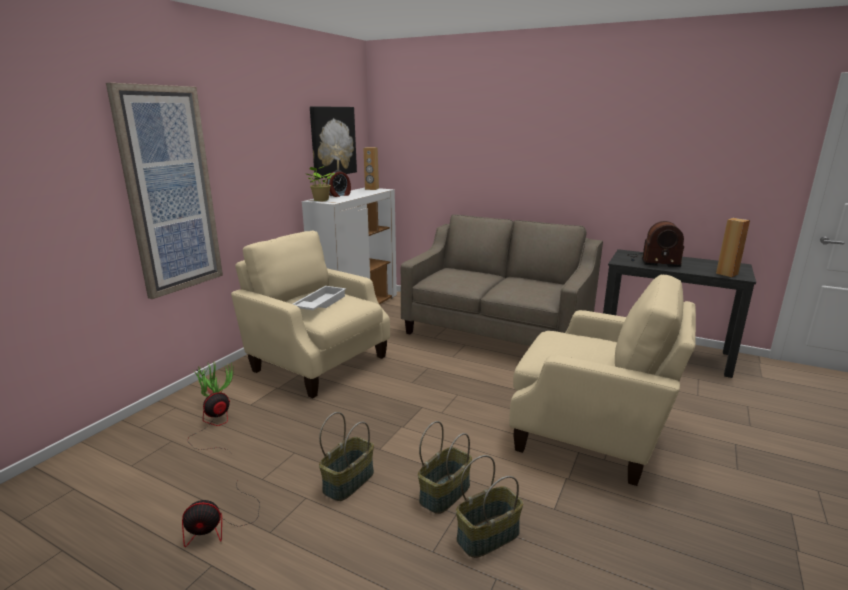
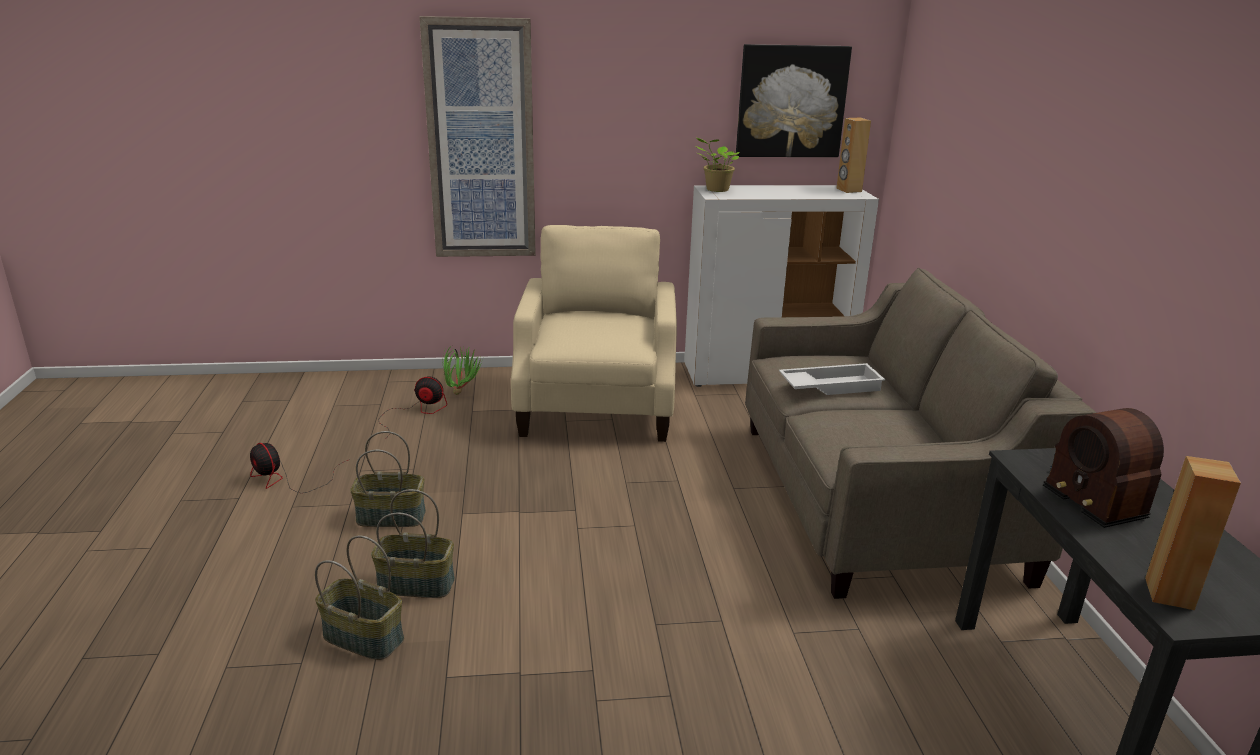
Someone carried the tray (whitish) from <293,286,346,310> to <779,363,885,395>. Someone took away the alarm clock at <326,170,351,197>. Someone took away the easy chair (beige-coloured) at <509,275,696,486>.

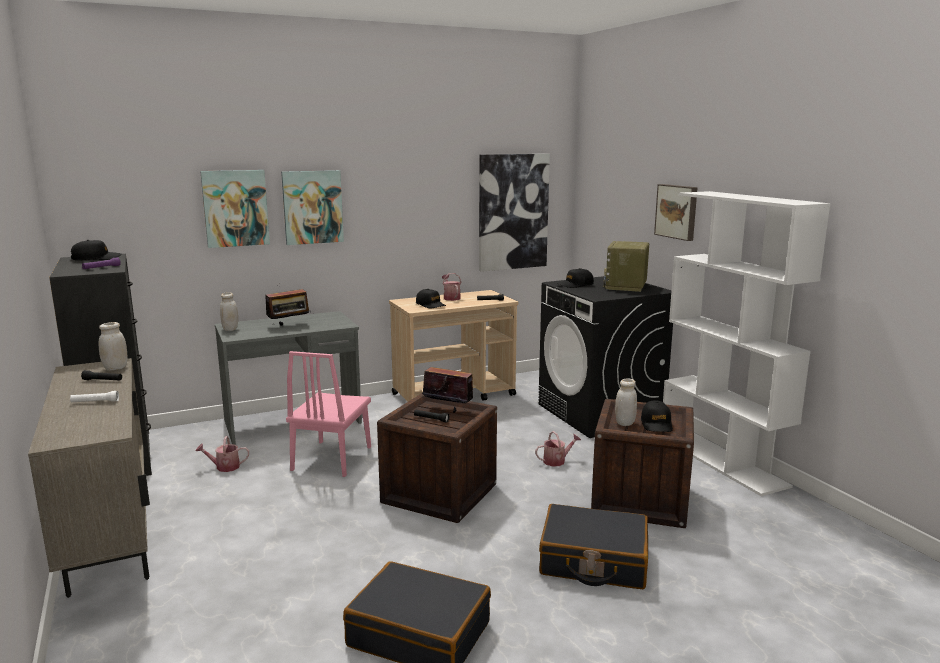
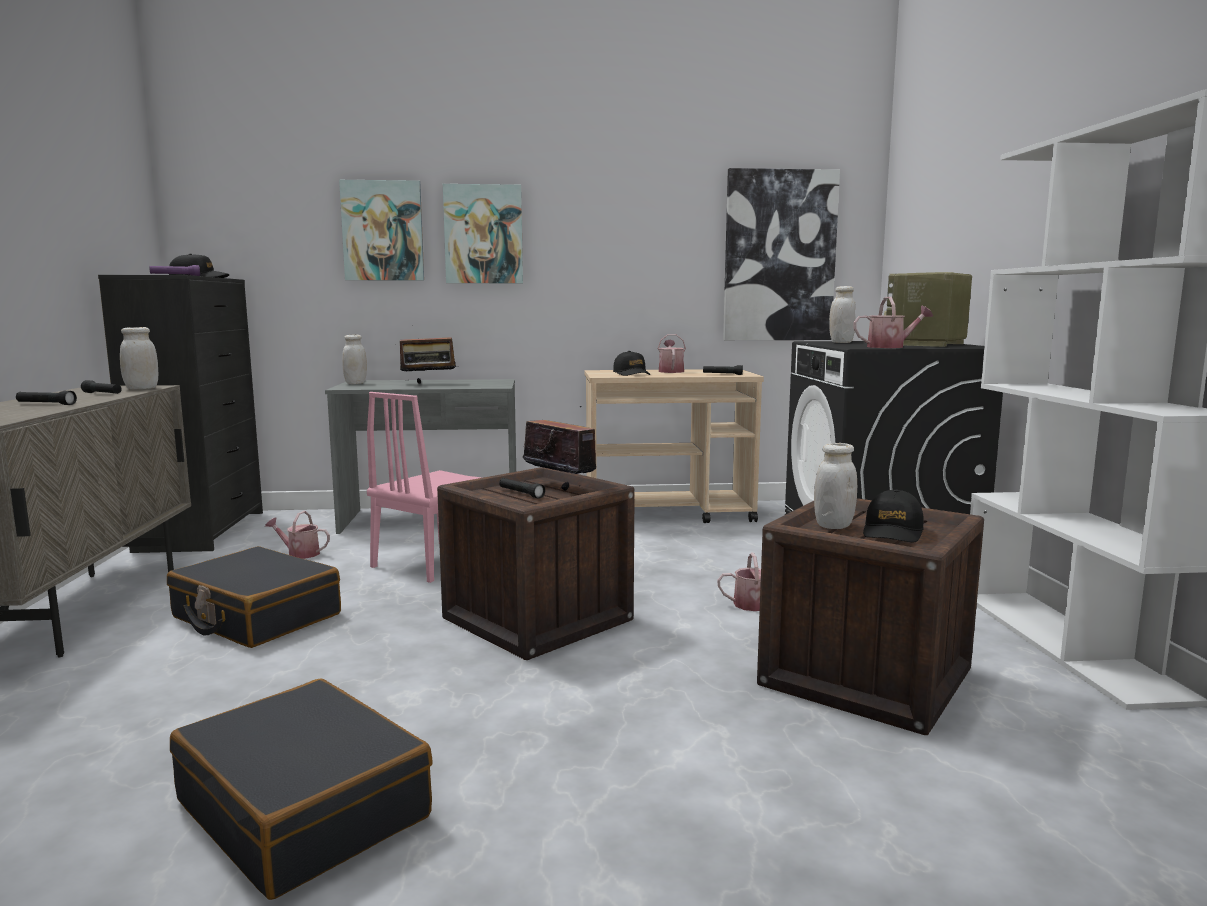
Someone repainted the hand torch (whitish) at <70,391,119,403>, which became the hand torch (blackish) at <16,391,77,405>. Someone carried the suitcase (blackish) from <539,504,648,589> to <167,546,341,648>. Someone swapped the baseball cap (blackish) at <557,268,594,288> for the jar (whitish) at <829,286,856,343>. Someone took away the picture at <654,184,698,241>. Someone put down the watering can at <853,297,933,348>.

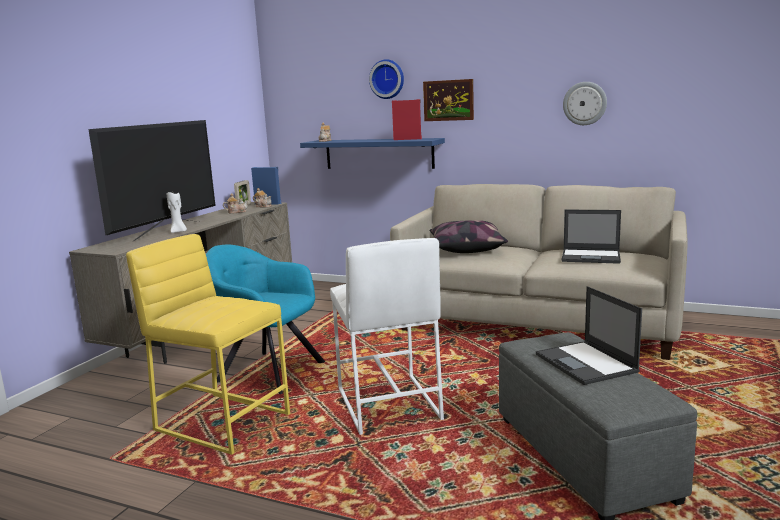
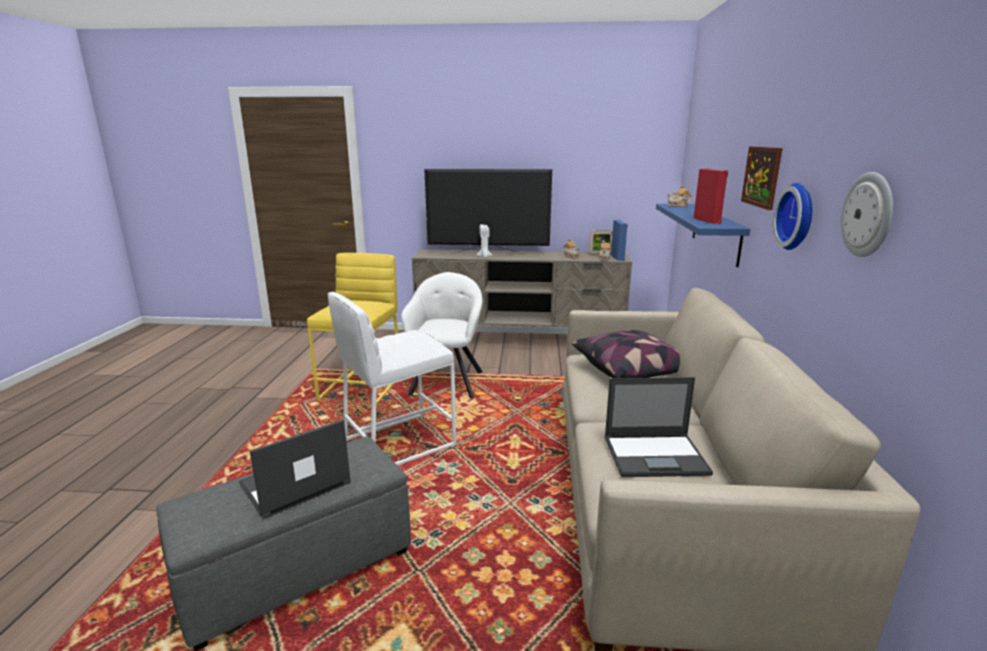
Someone repainted the easy chair (blue-green) at <206,245,325,394>, which became the easy chair (whitish) at <401,272,483,399>. Someone carried the hanging clock from <369,59,404,99> to <773,183,812,250>. Someone rotated the laptop at <562,210,621,264> by 90 degrees counterclockwise.

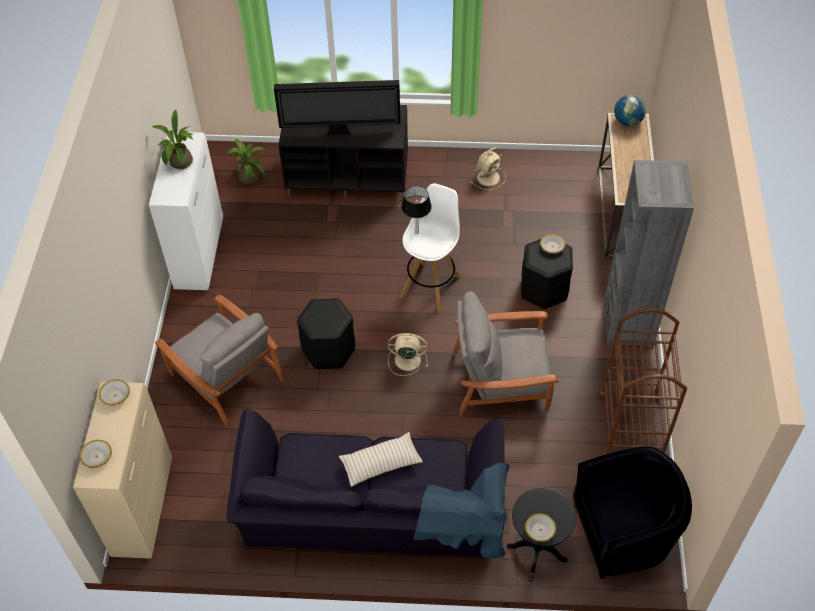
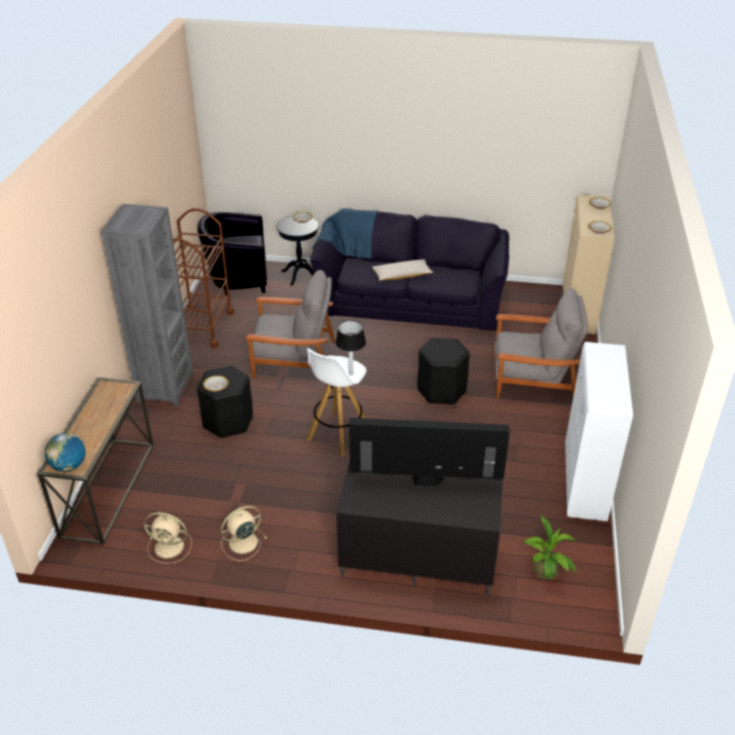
Someone took away the potted plant at <152,109,194,169>. Someone rotated the easy chair (greyish) at <155,294,284,427> by 135 degrees clockwise. Someone carried the fan (beige-coloured) from <388,333,428,376> to <144,512,192,564>.

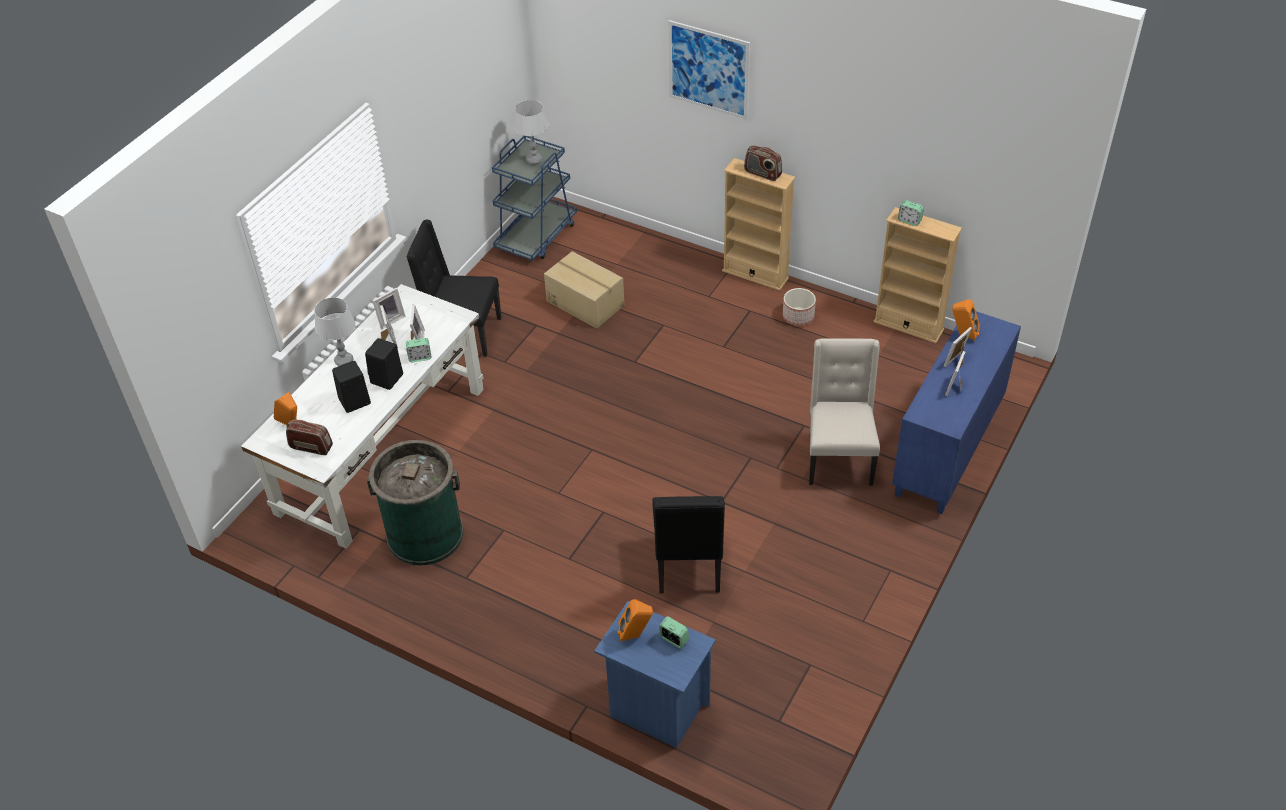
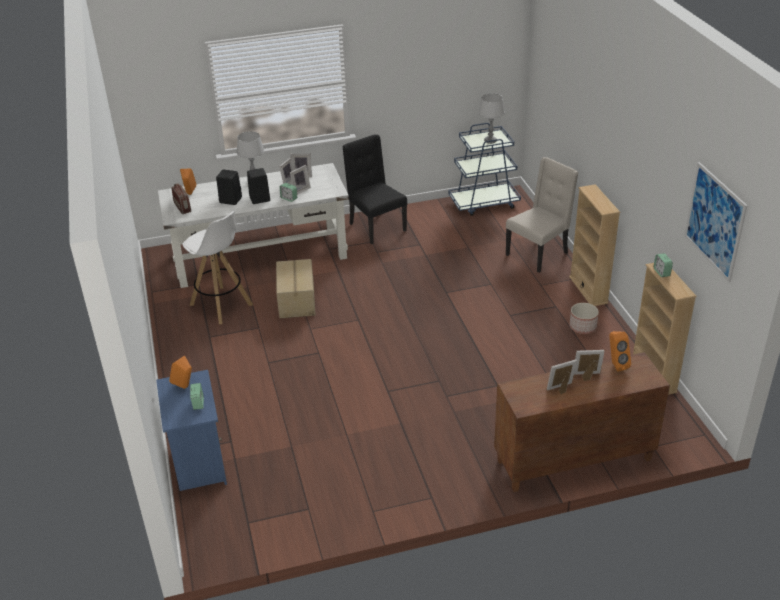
Someone swapped the rubbish bin (greenish) at <367,440,464,566> for the sitting stool (whitish) at <182,211,253,324>. Someone carried the packing box from <544,251,624,329> to <276,259,316,318>. Someone took away the plain chair (blackish) at <652,496,725,593>. Someone carried the picture from <668,20,750,120> to <684,162,748,282>. Someone took away the radio at <744,145,782,181>. Someone carried the plain chair (beige-coloured) from <809,338,880,486> to <506,157,578,272>. Someone repainted the cupboard (blue-coloured) at <892,311,1021,514>, which became the cupboard (brown-coloured) at <494,352,670,492>.

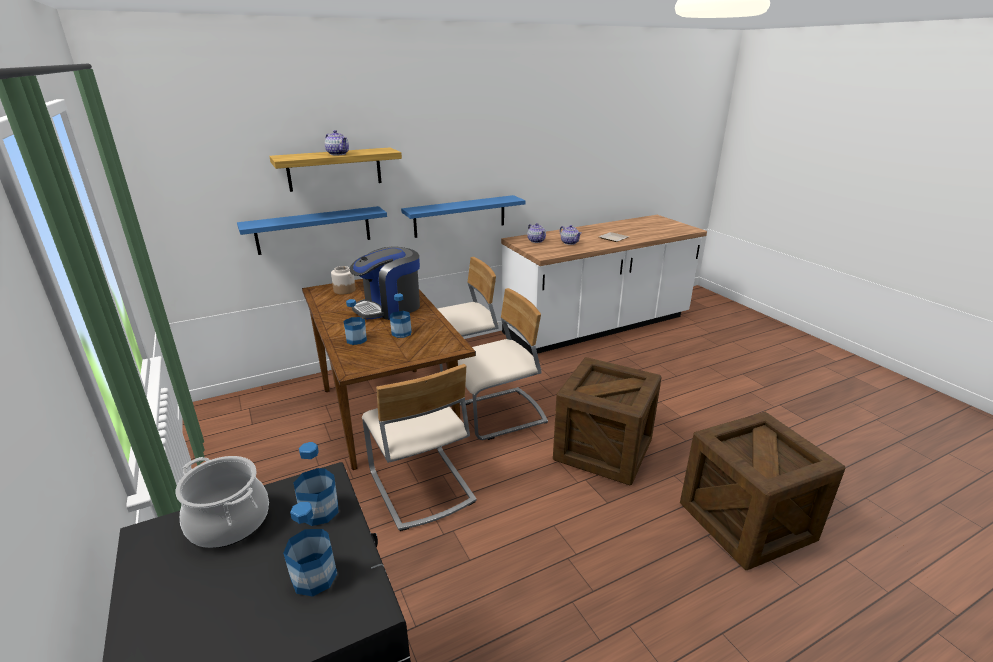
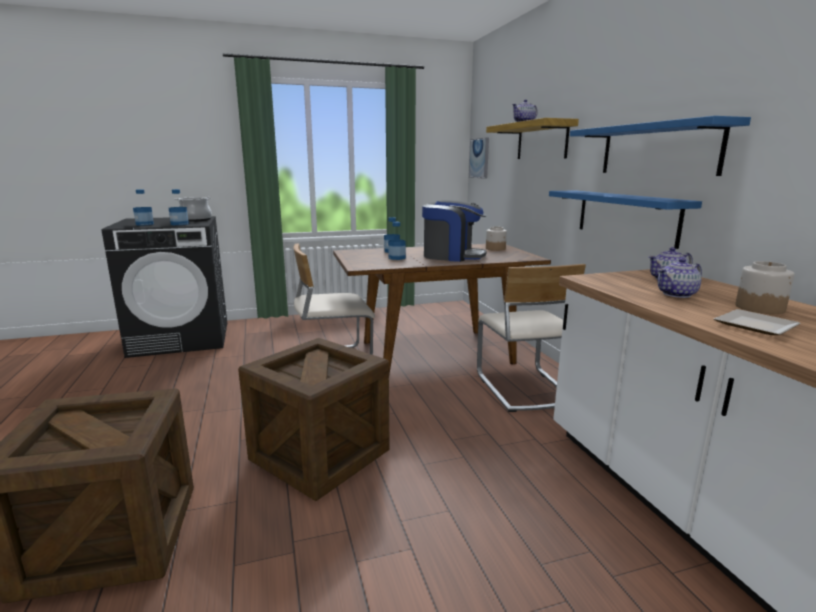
Someone carried the bracket shelf (blue-coloured) from <237,206,387,255> to <570,116,751,176>. Someone rotated the coffee maker at <350,247,420,320> by 135 degrees clockwise. Someone took away the plain chair (beige-coloured) at <458,288,548,440>. Someone put up the picture at <469,138,489,179>. Someone put down the jar at <735,261,795,314>.

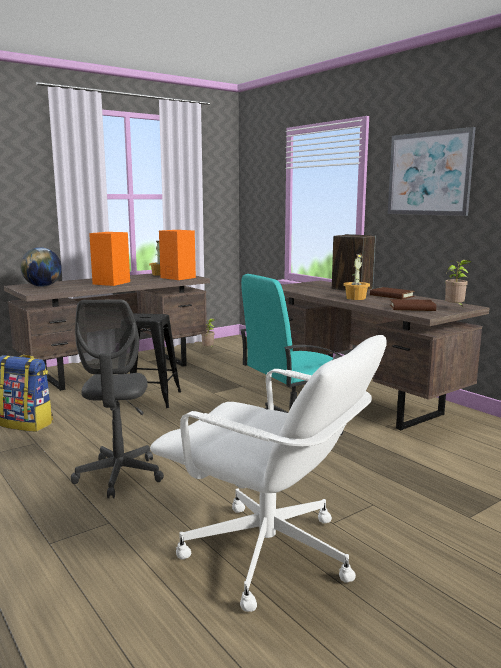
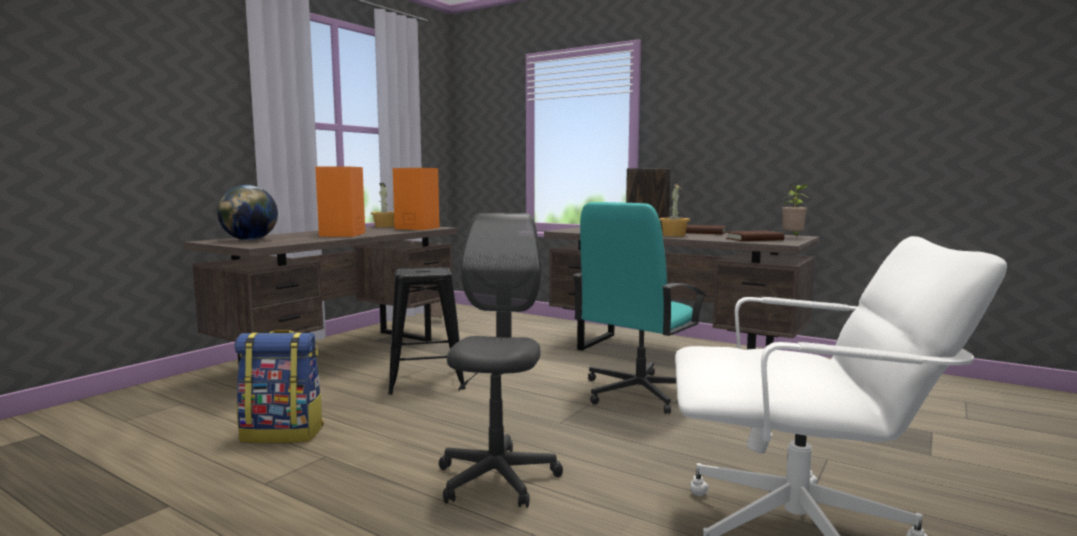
Someone rotated the computer chair (greyish) at <71,300,164,499> by 150 degrees counterclockwise. Someone took away the picture at <388,127,476,216>.

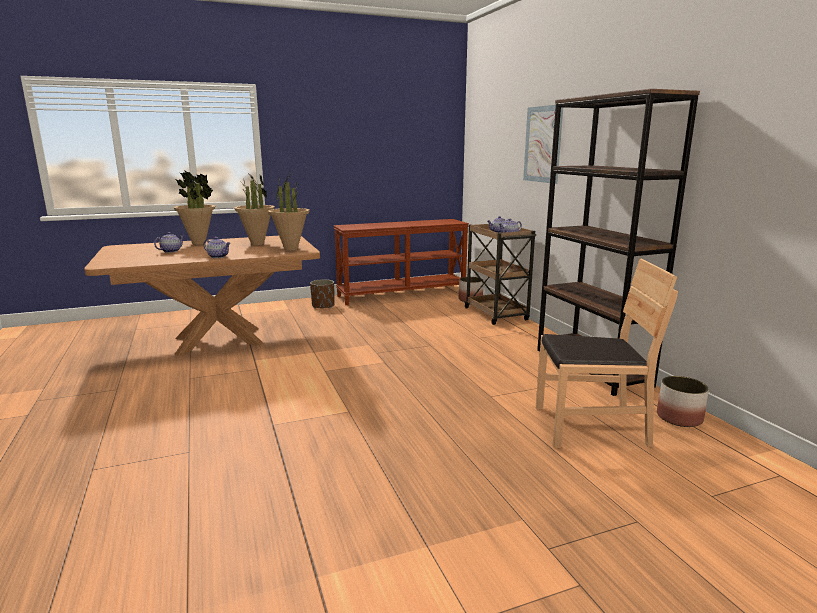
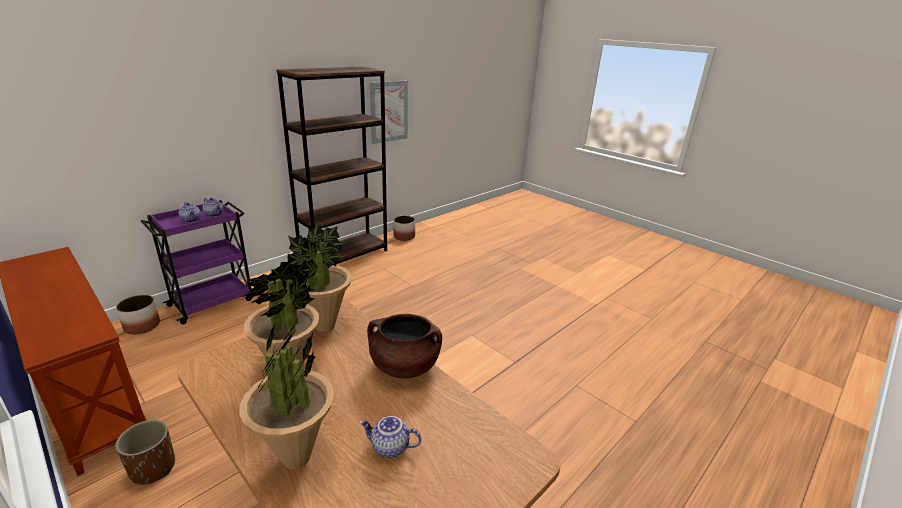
Someone swapped the tea pot at <204,237,231,258> for the cooking pot (brown-coloured) at <367,314,442,379>. Someone repainted the trolley (brown-coloured) at <464,224,536,325>, which became the trolley (purple) at <141,200,252,325>. Someone carried the picture from <523,105,563,184> to <370,80,408,144>. Someone took away the plain chair (brown-coloured) at <536,258,678,448>.

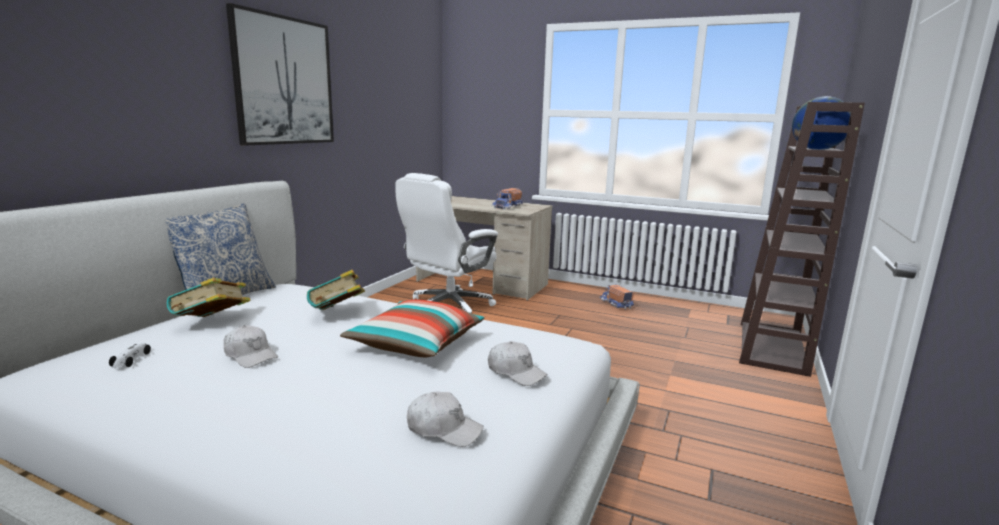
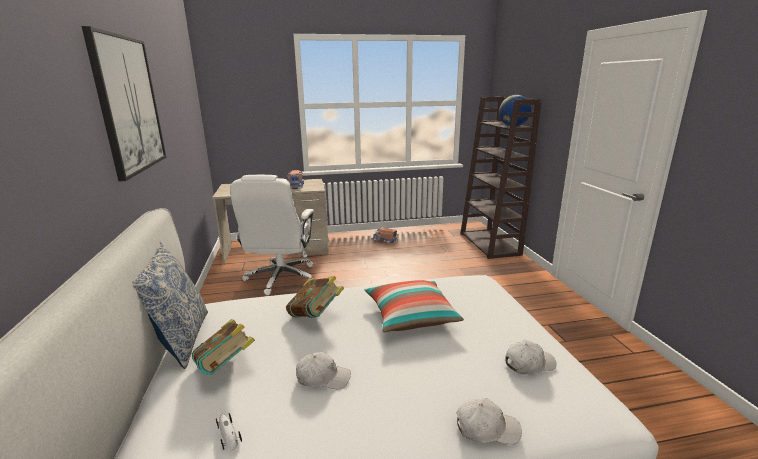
Someone carried the baseball cap (whitish) from <488,341,548,386> to <457,398,522,444>.

